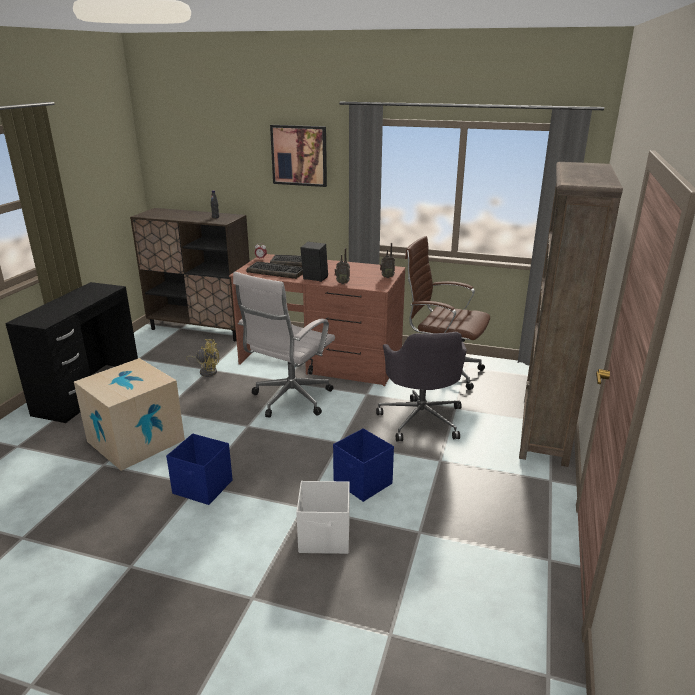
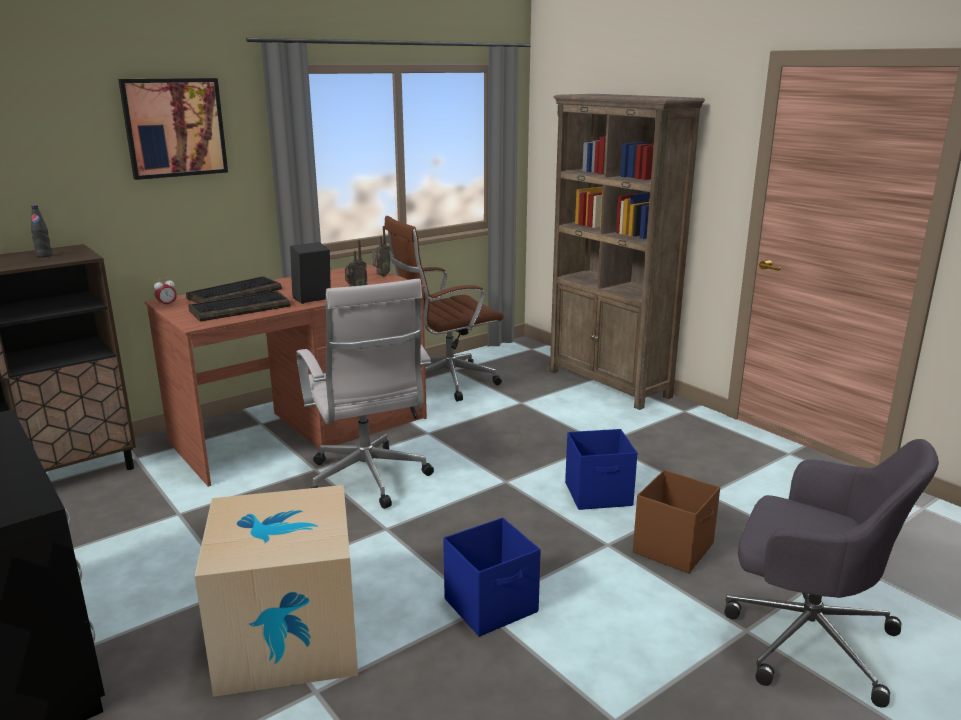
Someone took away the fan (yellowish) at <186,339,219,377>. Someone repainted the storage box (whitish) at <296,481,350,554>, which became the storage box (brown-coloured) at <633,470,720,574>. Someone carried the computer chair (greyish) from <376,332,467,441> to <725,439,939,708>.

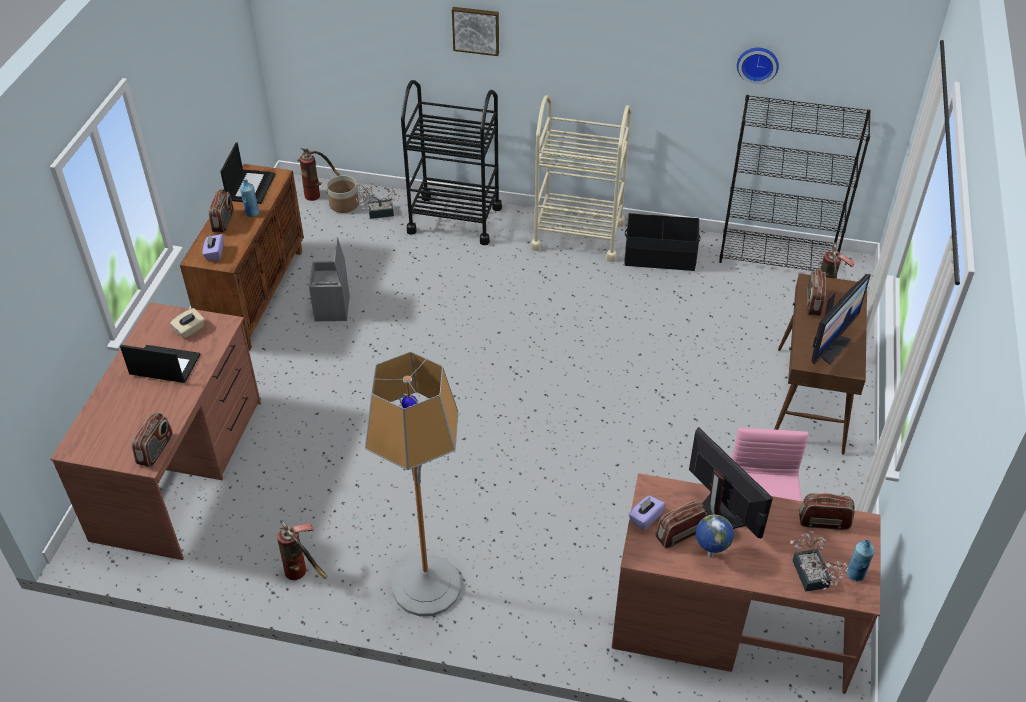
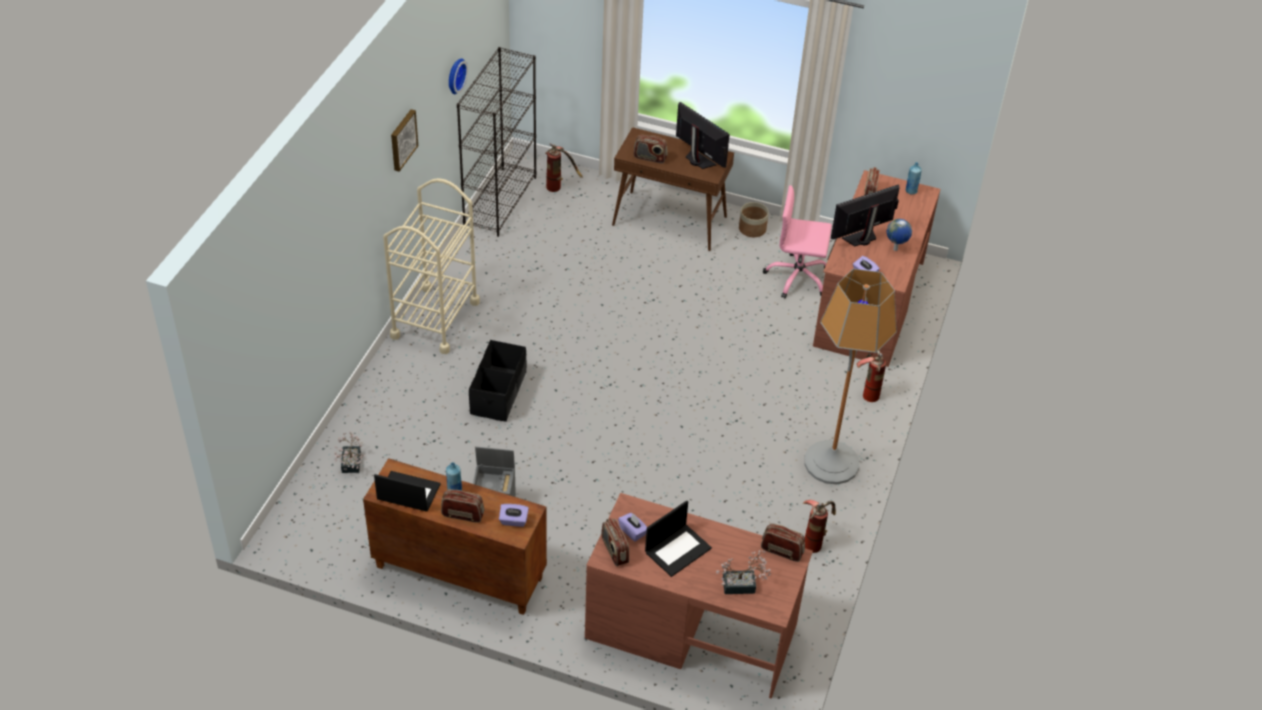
Someone rotated the laptop at <120,345,200,383> by 150 degrees counterclockwise. Someone repainted the tissue box (beige-coloured) at <170,308,205,339>, which became the tissue box (purple) at <618,513,647,542>. Someone carried the fire-fighting cylinder from <297,148,340,201> to <856,350,886,402>. Someone carried the planter from <327,175,359,213> to <739,202,769,237>. Someone took away the trolley (blackish) at <401,80,502,245>. Someone carried the picture from <452,7,499,56> to <391,109,418,172>. Someone carried the storage box (blackish) from <624,213,701,271> to <469,340,526,422>. Someone carried the radio from <655,500,707,549> to <601,518,629,566>. Someone carried the potted plant from <790,531,849,592> to <716,550,771,594>.

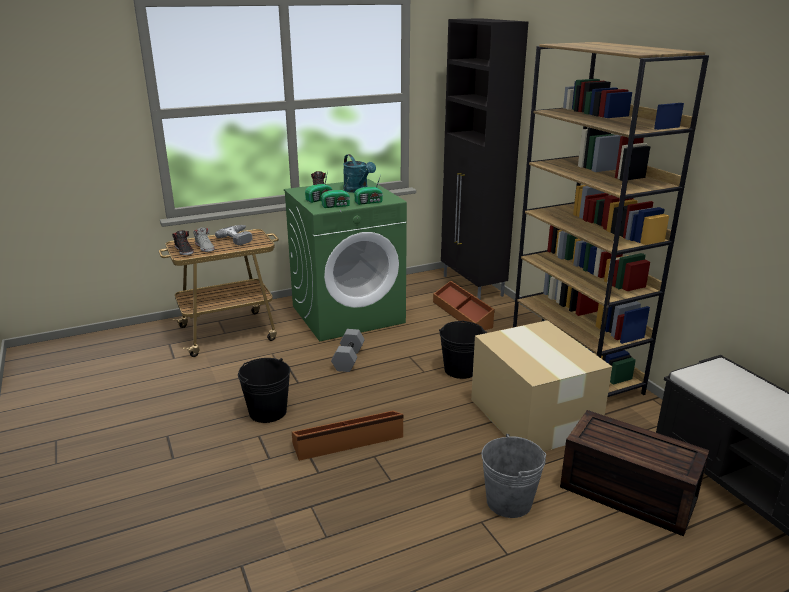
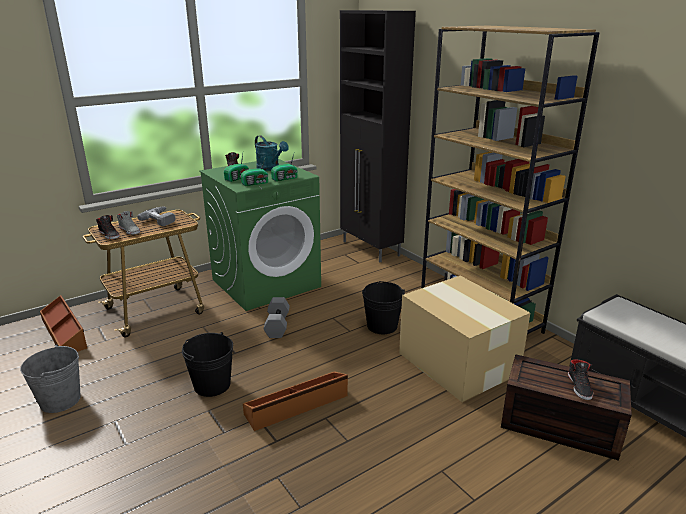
Someone carried the storage box (brown-coloured) from <433,281,495,330> to <40,295,87,352>. Someone carried the pail (greyish) from <481,434,546,518> to <20,344,81,413>. Someone put down the item of footwear (blackish) at <568,359,593,400>.

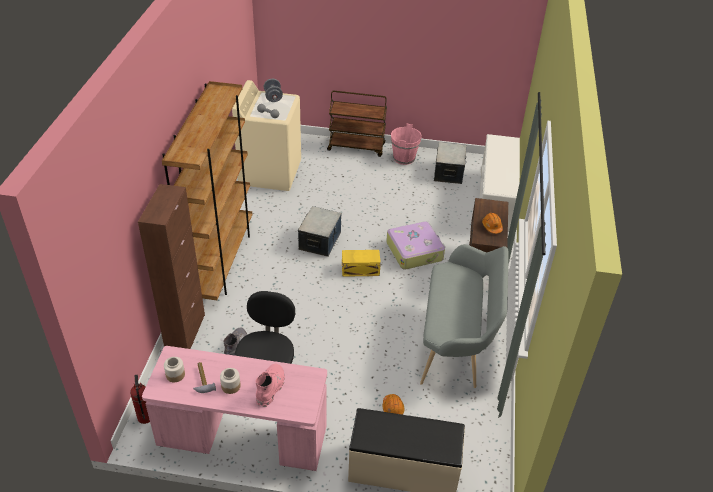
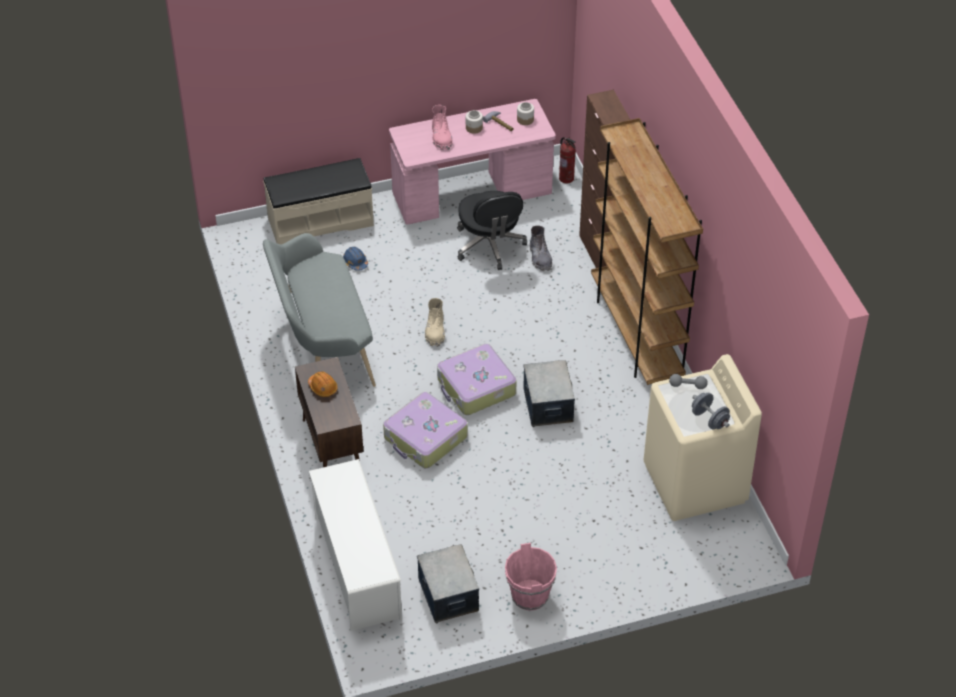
Someone took away the trolley (brown-coloured) at <327,91,387,157>. Someone swapped the storage box (yellowish) at <342,250,381,277> for the suitcase at <437,344,517,415>. Someone repainted the hard hat (orangey) at <382,394,404,415>, which became the hard hat (blue-coloured) at <343,247,368,271>. Someone put down the boot (beige-coloured) at <425,298,445,347>.

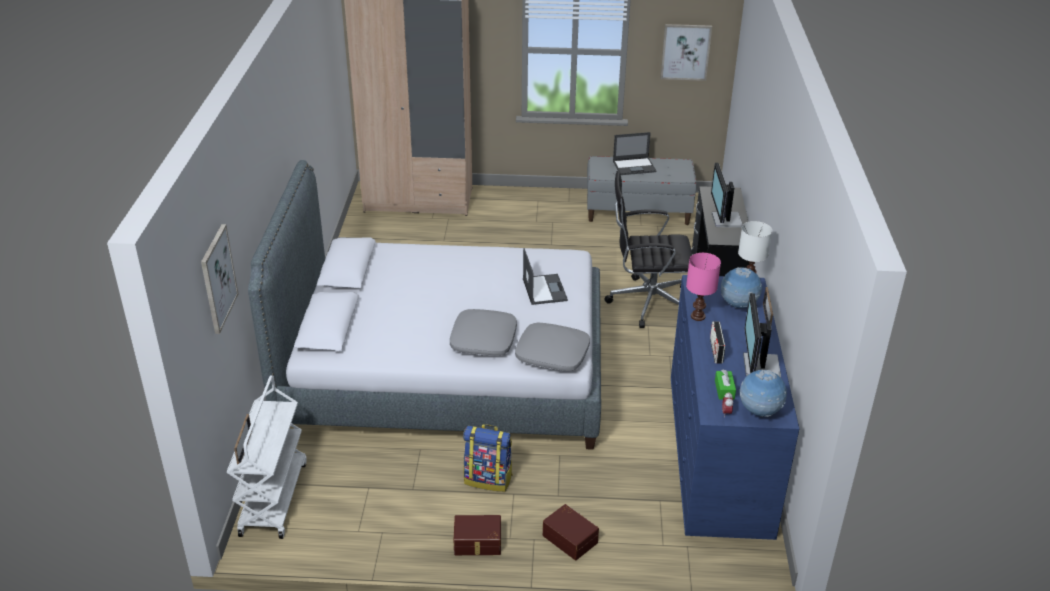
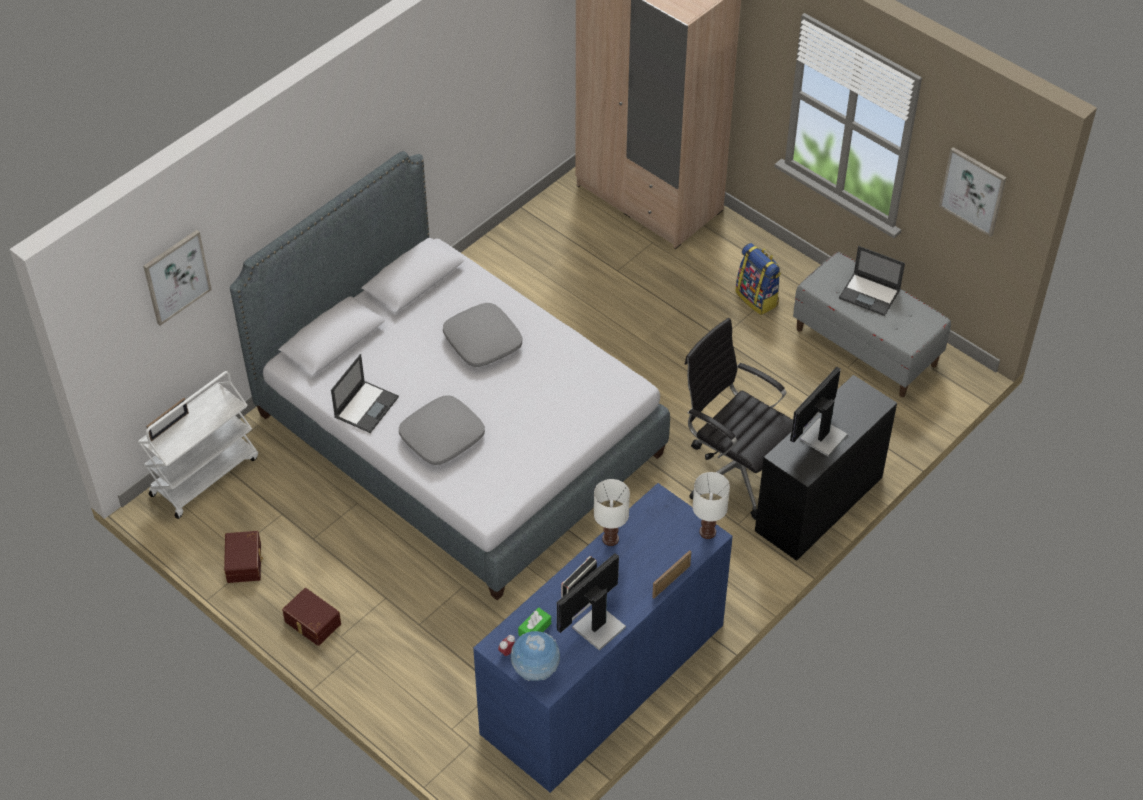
Someone carried the knapsack from <463,424,513,492> to <735,243,781,315>. Someone carried the cushion (greyish) from <515,323,590,371> to <443,303,522,367>. Someone carried the laptop from <523,248,568,305> to <331,354,399,433>. Someone carried the storage box (brown-coloured) from <543,504,599,560> to <224,531,263,583>. Someone repainted the tabletop lamp (pink-coloured) at <686,253,721,321>, which became the tabletop lamp (whitish) at <594,479,630,546>. Someone took away the world globe at <721,267,762,308>.

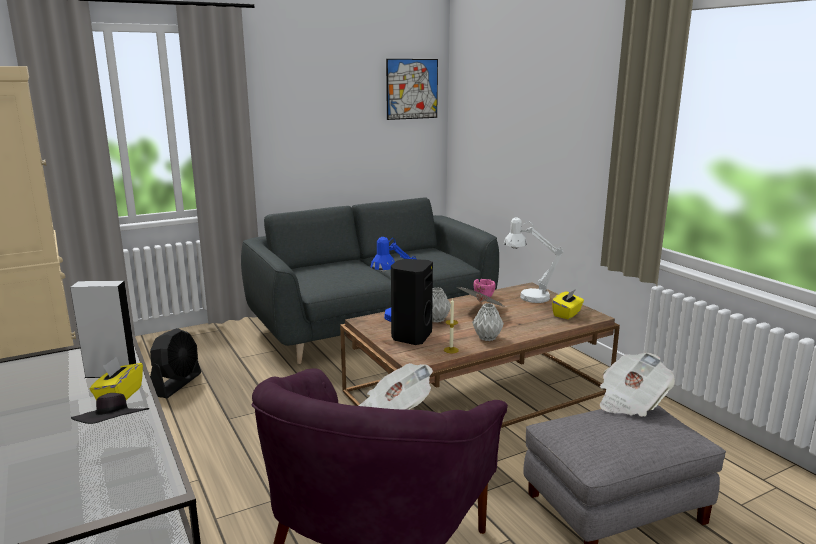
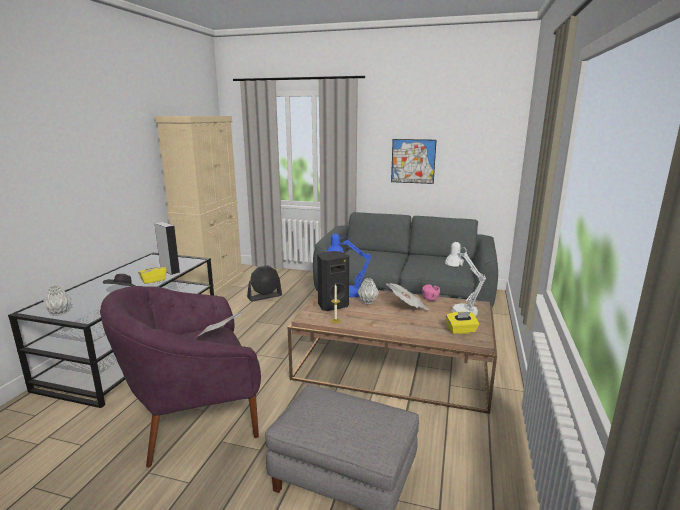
Someone carried the picture from <386,59,438,120> to <391,139,436,184>. Someone carried the vase (greyish) from <472,303,504,341> to <42,286,71,316>. Someone took away the printed paper at <599,353,675,417>.

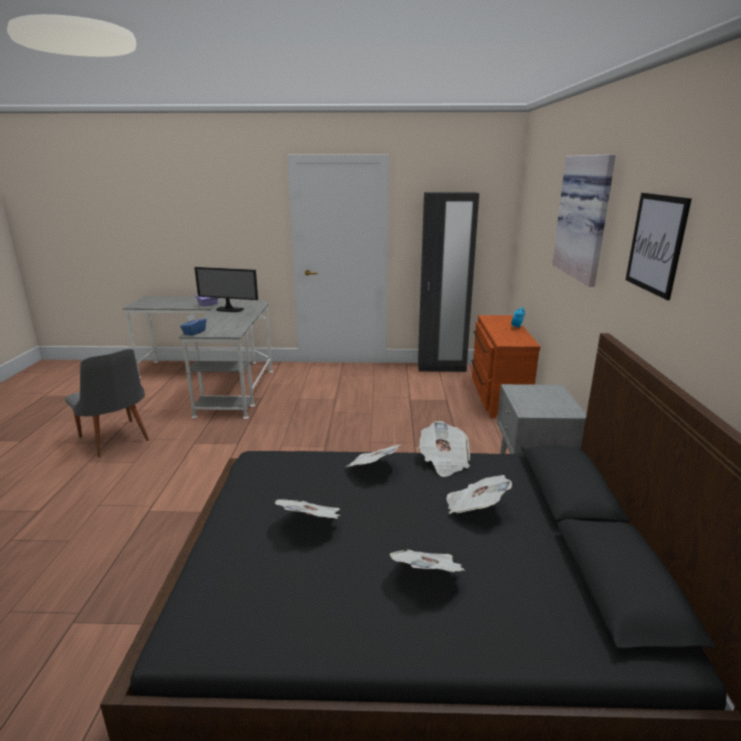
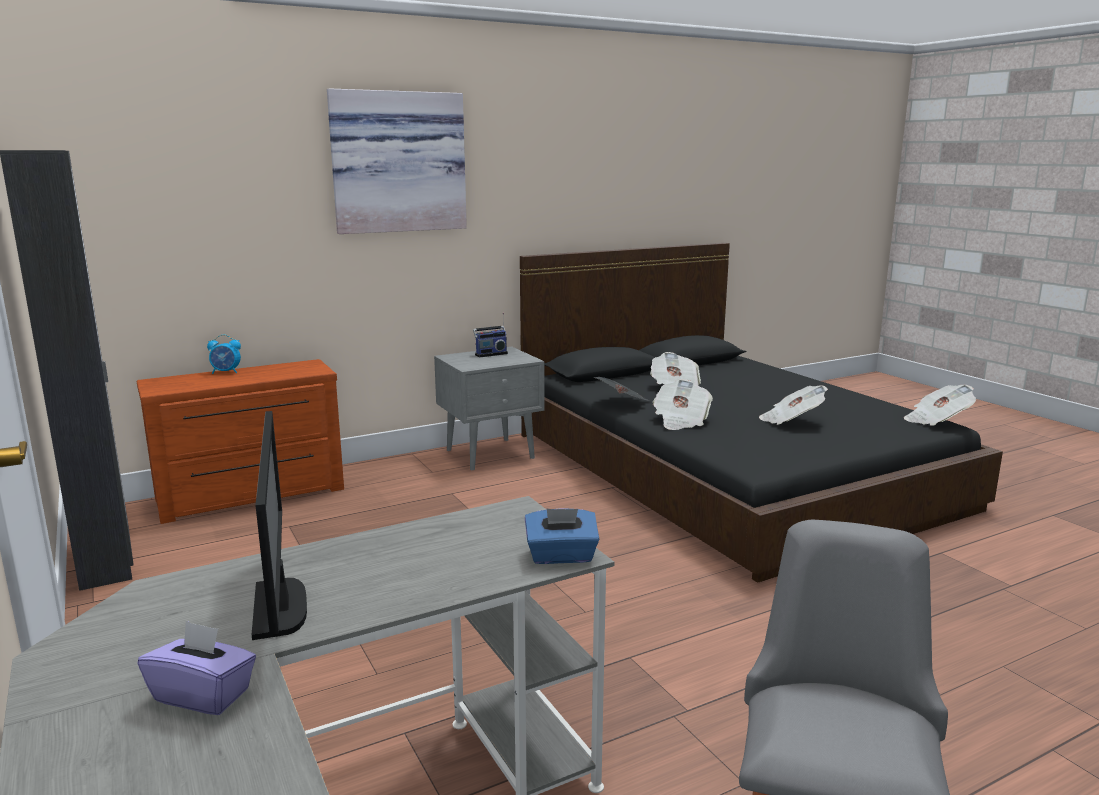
Someone carried the printed paper from <390,549,465,572> to <904,385,976,426>. Someone took away the picture at <626,193,692,300>. Someone put down the radio at <473,313,508,358>.

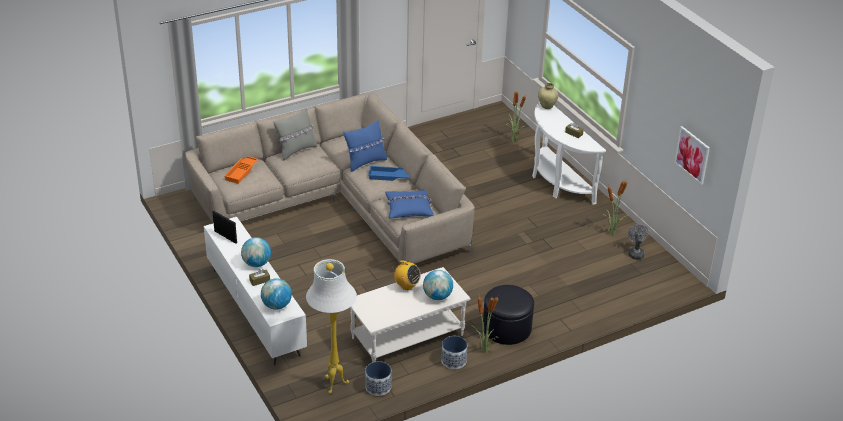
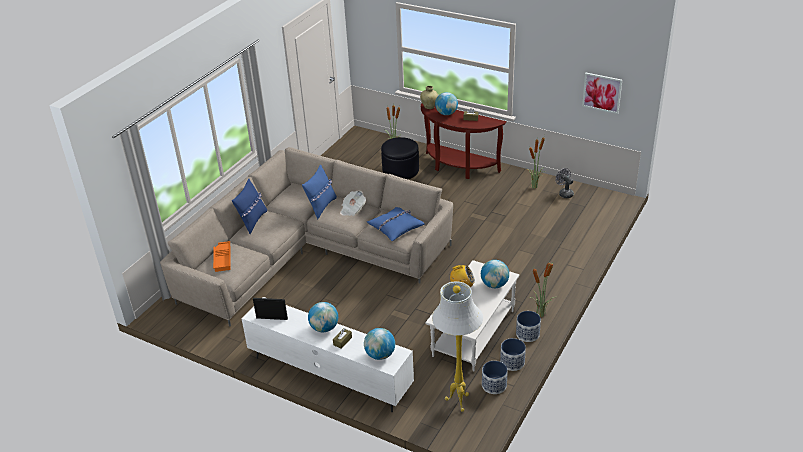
Someone repainted the cushion (greyish) at <274,108,317,161>, which became the cushion (blue-coloured) at <232,178,267,234>. Someone swapped the tray (blue-coloured) at <368,166,409,181> for the printed paper at <340,190,366,216>. Someone carried the ottoman (blackish) from <483,285,534,345> to <381,137,419,179>. Someone repainted the hall table (whitish) at <532,103,606,205>, which became the hall table (brown-coloured) at <421,103,506,179>. Someone put down the world globe at <435,92,458,115>. Someone put down the planter at <500,338,526,371>.

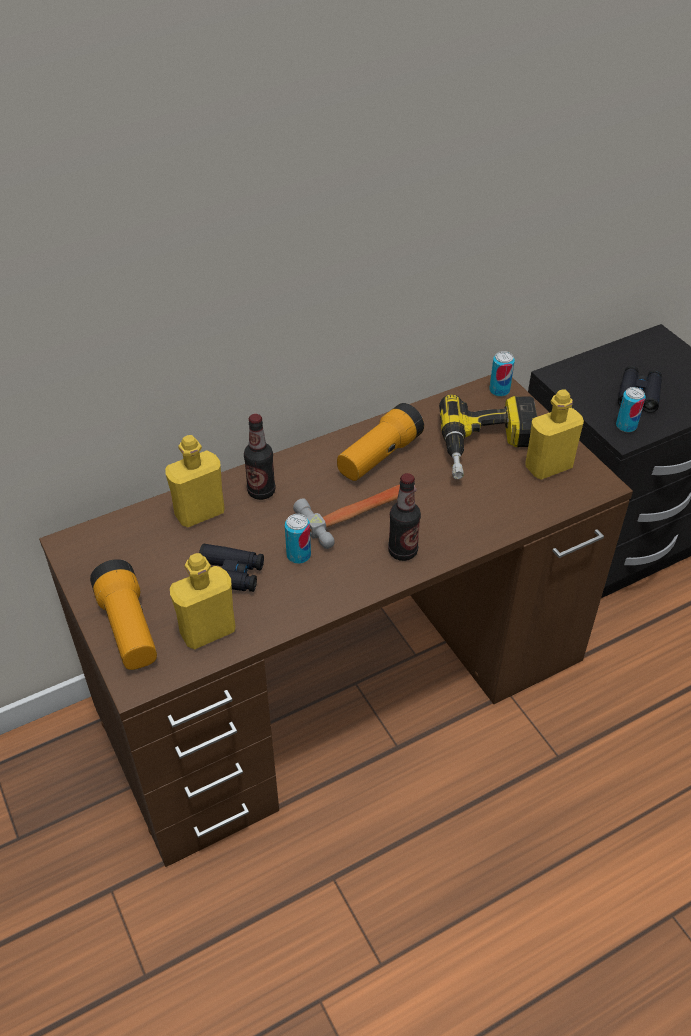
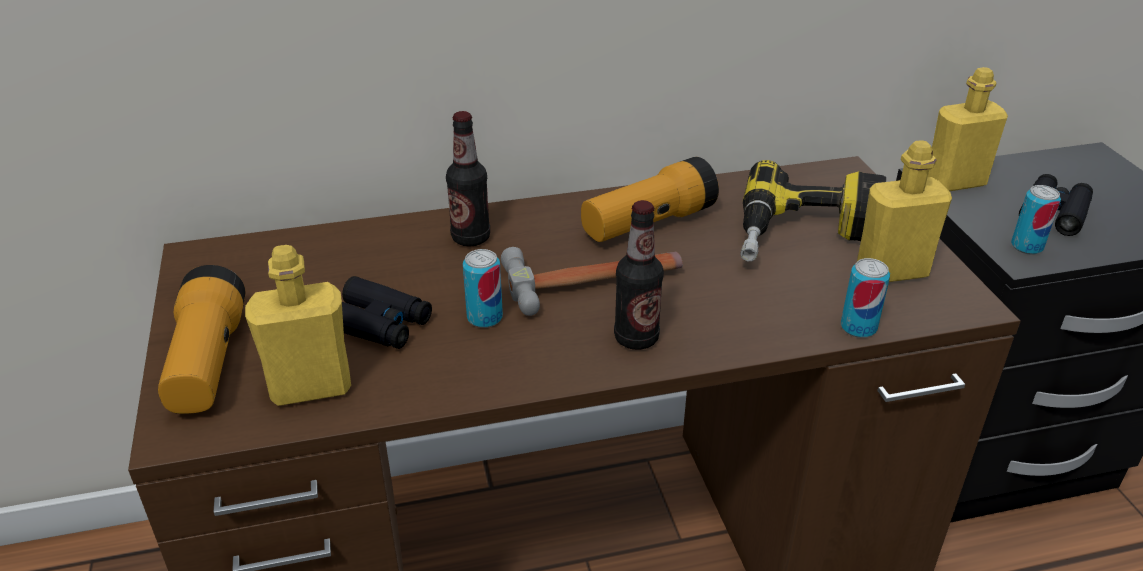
Someone carried the bottle (yellowish) from <165,435,224,527> to <928,67,1008,191>. Someone carried the sealed can from <489,351,515,397> to <841,258,890,338>.

